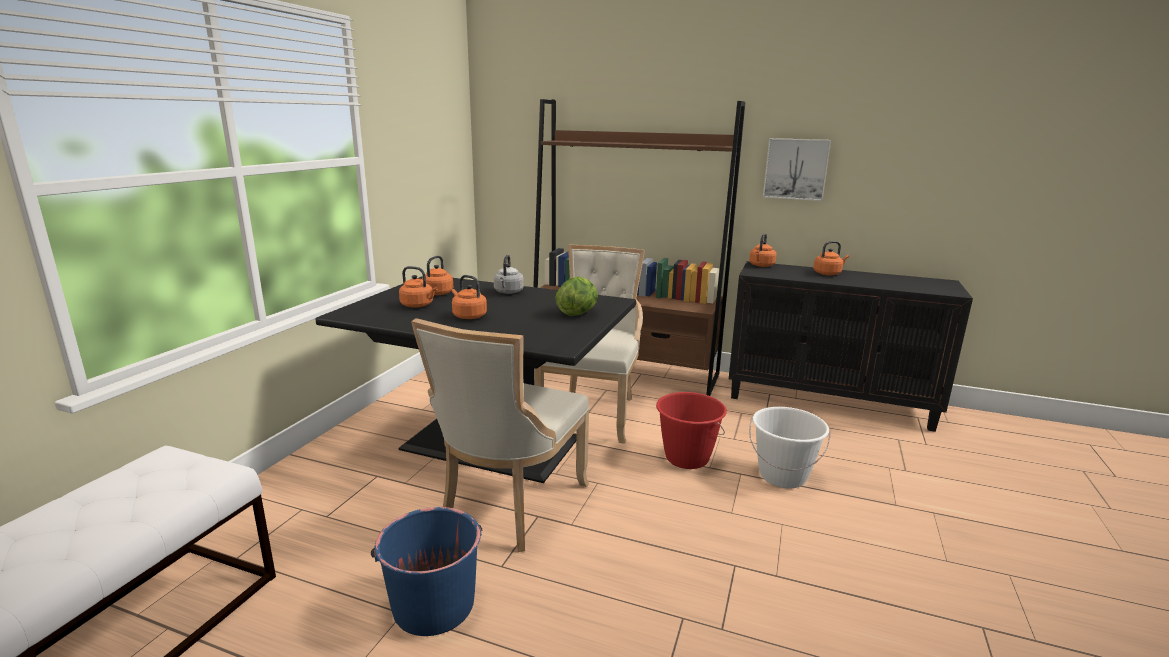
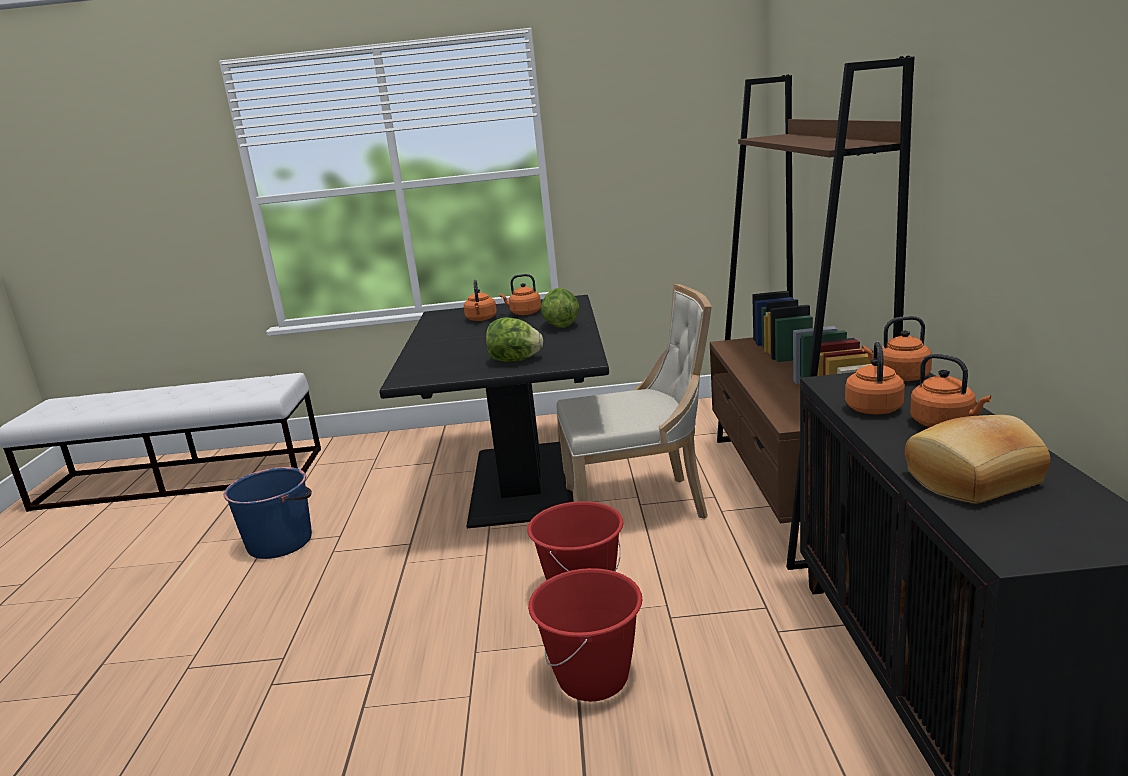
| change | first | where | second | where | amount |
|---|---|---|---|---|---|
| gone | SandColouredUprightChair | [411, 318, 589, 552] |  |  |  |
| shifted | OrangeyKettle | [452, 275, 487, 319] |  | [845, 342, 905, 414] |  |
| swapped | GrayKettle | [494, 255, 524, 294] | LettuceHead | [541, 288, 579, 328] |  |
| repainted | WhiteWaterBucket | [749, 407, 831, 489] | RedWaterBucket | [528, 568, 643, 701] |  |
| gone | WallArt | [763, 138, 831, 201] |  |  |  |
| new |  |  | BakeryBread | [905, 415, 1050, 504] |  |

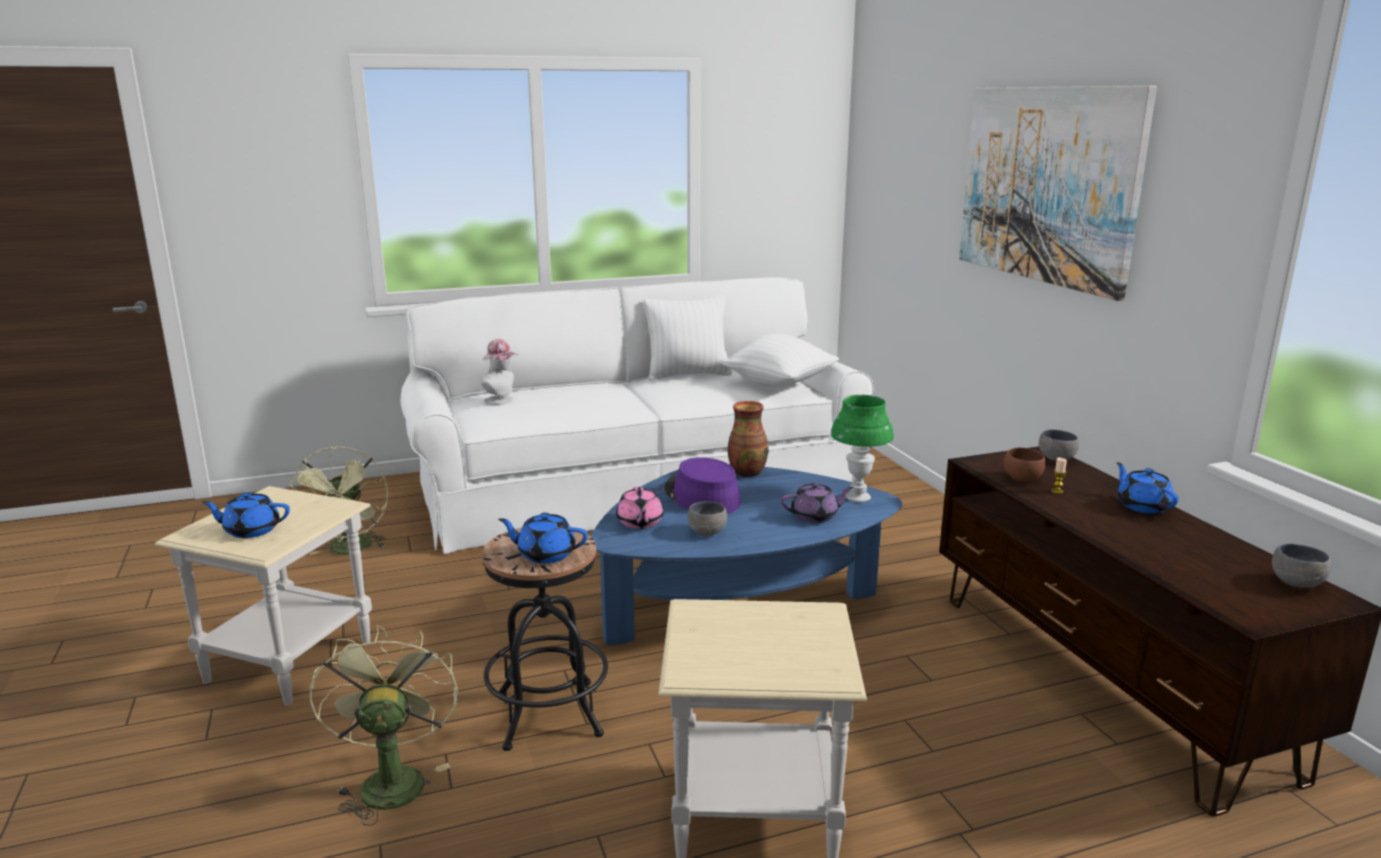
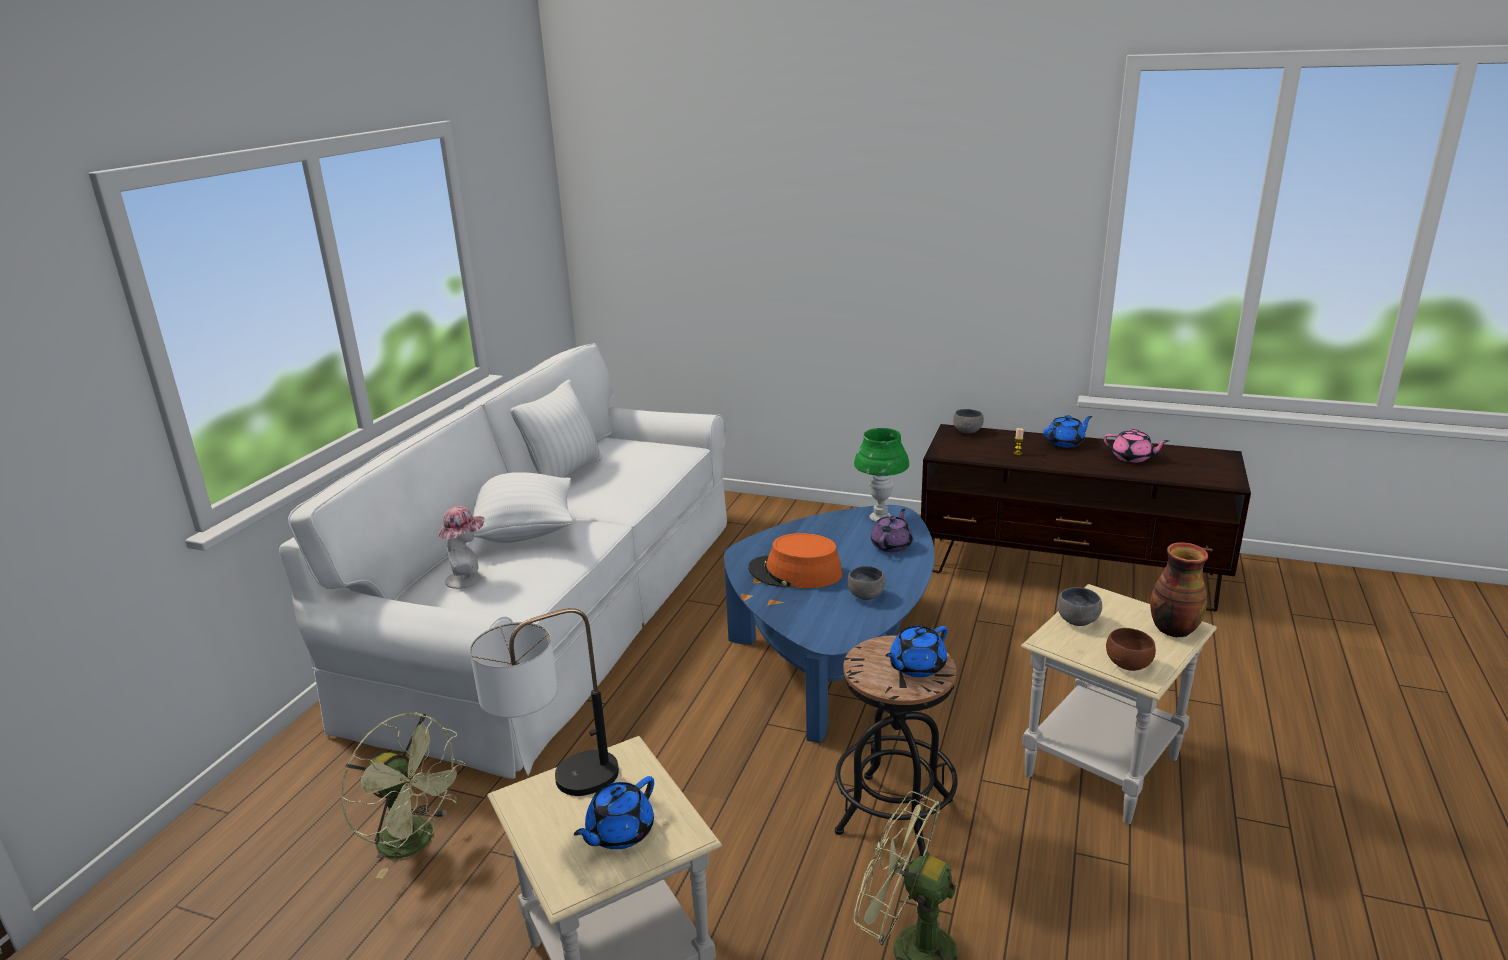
| change | first | where | second | where | amount |
|---|---|---|---|---|---|
| shifted | PinkishPotForTea | [616, 487, 663, 529] |  | [1103, 429, 1169, 463] |  |
| repainted | PurplishWearableHat | [664, 457, 741, 514] | OrangeyWearableHat | [748, 533, 842, 588] |  |
| shifted | WhitePillow | [721, 334, 839, 386] |  | [473, 472, 573, 543] |  |
| shifted | FlowerVase | [728, 401, 769, 477] |  | [1150, 542, 1208, 637] |  |
| gone | WallArt | [959, 86, 1157, 301] |  |  |  |
| shifted | BrownishBowl | [1004, 448, 1045, 482] |  | [1106, 628, 1156, 671] |  |
| rotated | BluePotForTea | [1116, 462, 1179, 514] |  | [1044, 415, 1093, 447] | 135 degrees clockwise |
| shifted | GrayBowl | [1272, 544, 1331, 588] |  | [1057, 587, 1102, 626] |  |
| new |  |  | TableLamp | [470, 608, 619, 796] |  |

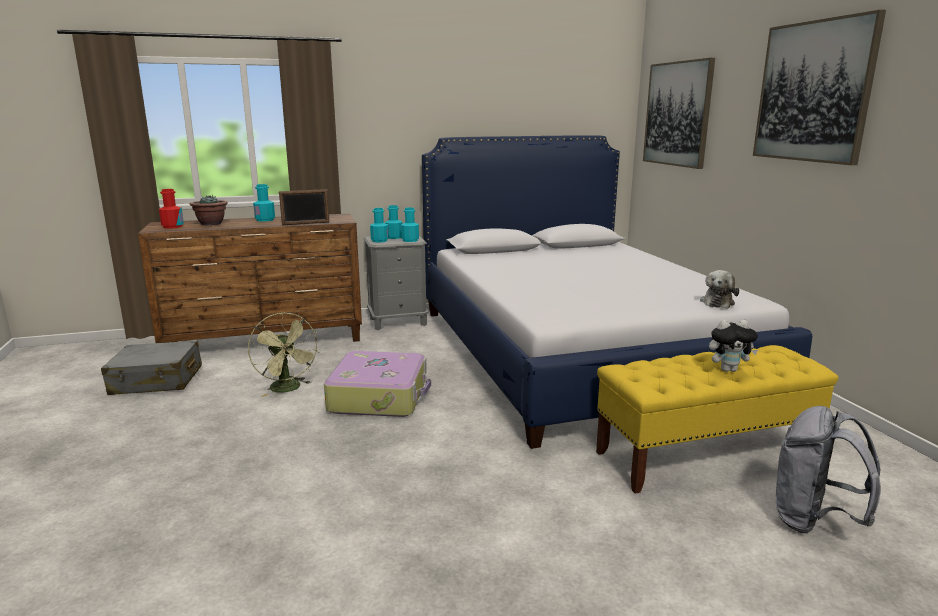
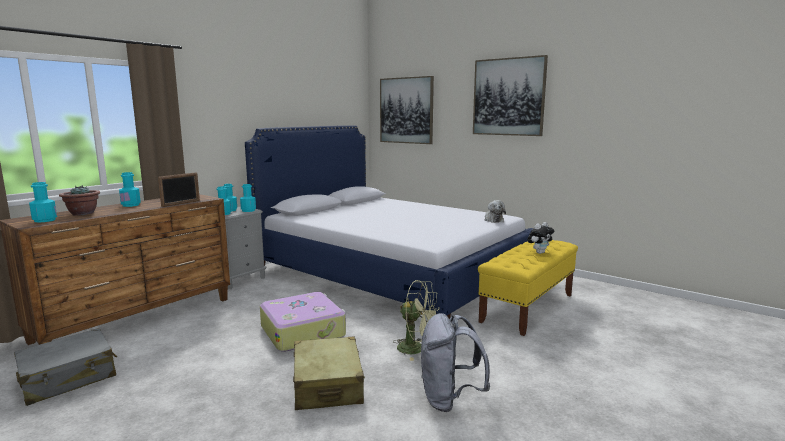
| change | first | where | second | where | amount |
|---|---|---|---|---|---|
| repainted | RedBeverageBottle | [159, 189, 184, 229] | TurquoiseColouredBeverageBottle | [29, 182, 57, 223] |  |
| shifted | GreenishFan | [248, 313, 320, 397] |  | [393, 280, 440, 361] |  |
| shifted | GrayRucksack | [776, 406, 881, 533] |  | [421, 313, 490, 412] |  |
| new |  |  | SandColouredPieceOfLuggage | [293, 336, 365, 410] |  |

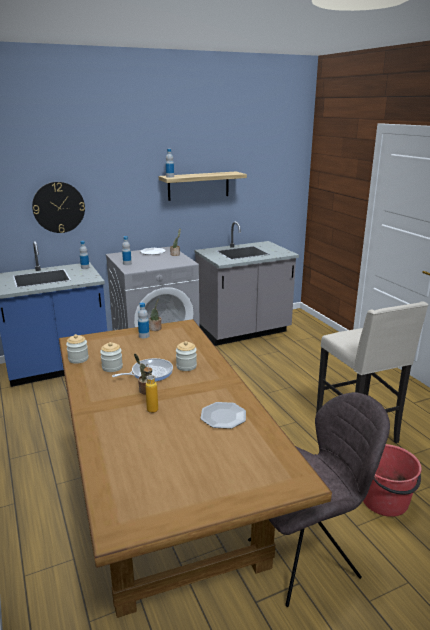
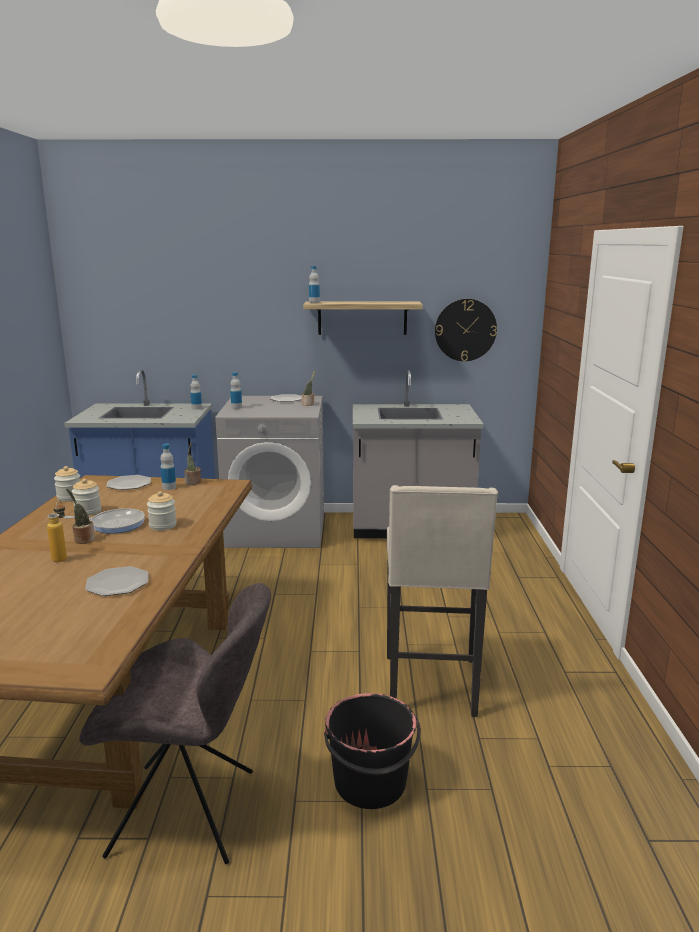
| change | first | where | second | where | amount |
|---|---|---|---|---|---|
| shifted | HangingClock | [32, 182, 85, 233] |  | [435, 299, 497, 361] |  |
| repainted | RedWaterBucket | [363, 444, 422, 517] | BlackishWaterBucket | [324, 693, 421, 809] |  |
| new |  |  | Plate | [106, 475, 151, 490] |  |

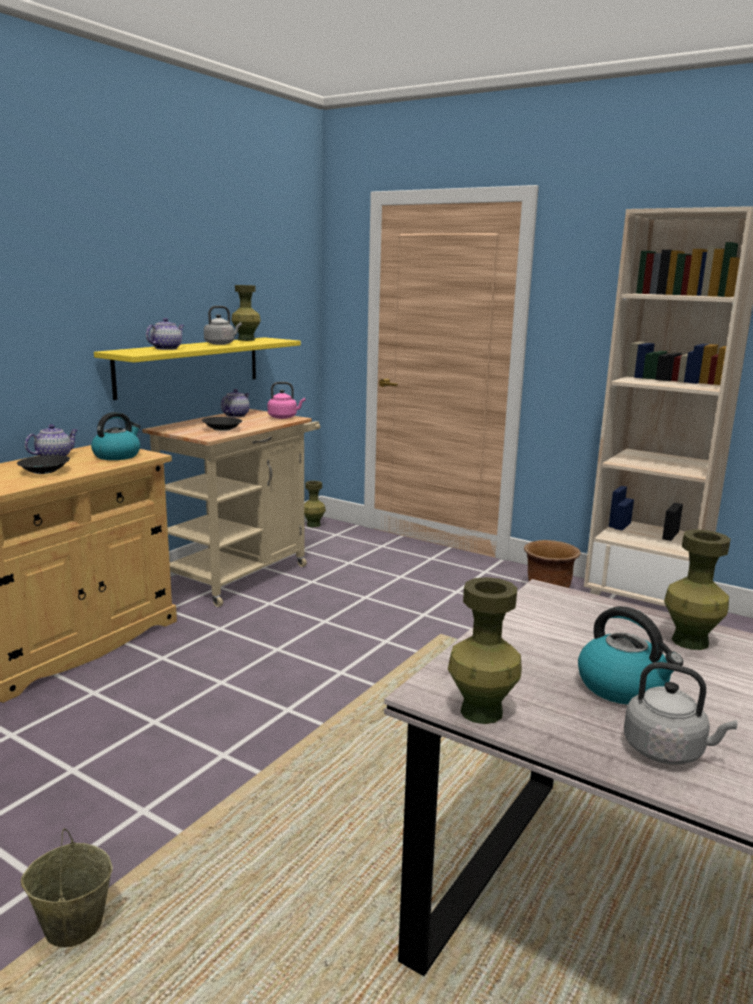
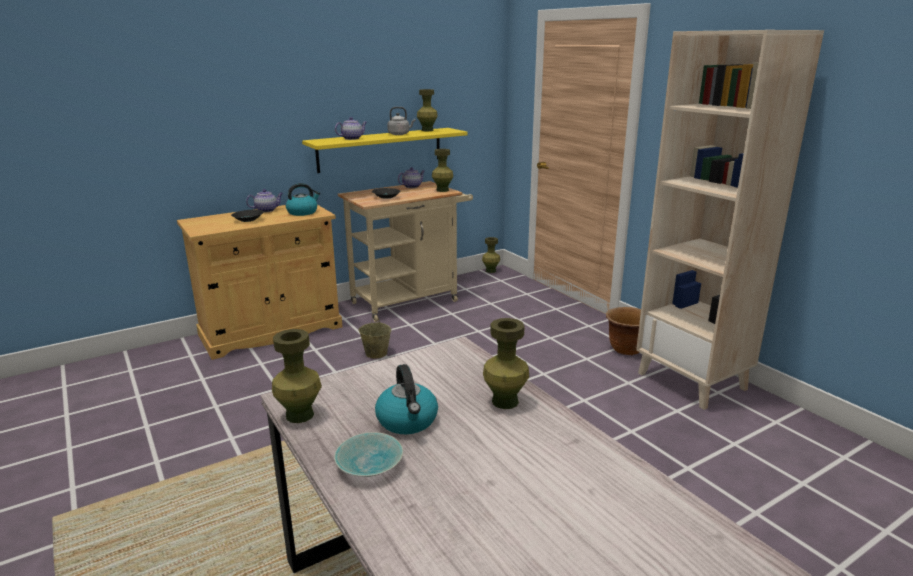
| change | first | where | second | where | amount |
|---|---|---|---|---|---|
| shifted | SandColouredWaterBucket | [21, 828, 113, 947] |  | [359, 312, 391, 359] |  |
| swapped | PinkishKettle | [268, 382, 305, 419] | GreenishFlowerVase | [432, 149, 453, 192] |  |
| swapped | GrayKettle | [624, 662, 737, 764] | TurquoiseColouredBowl | [334, 432, 403, 477] |  |

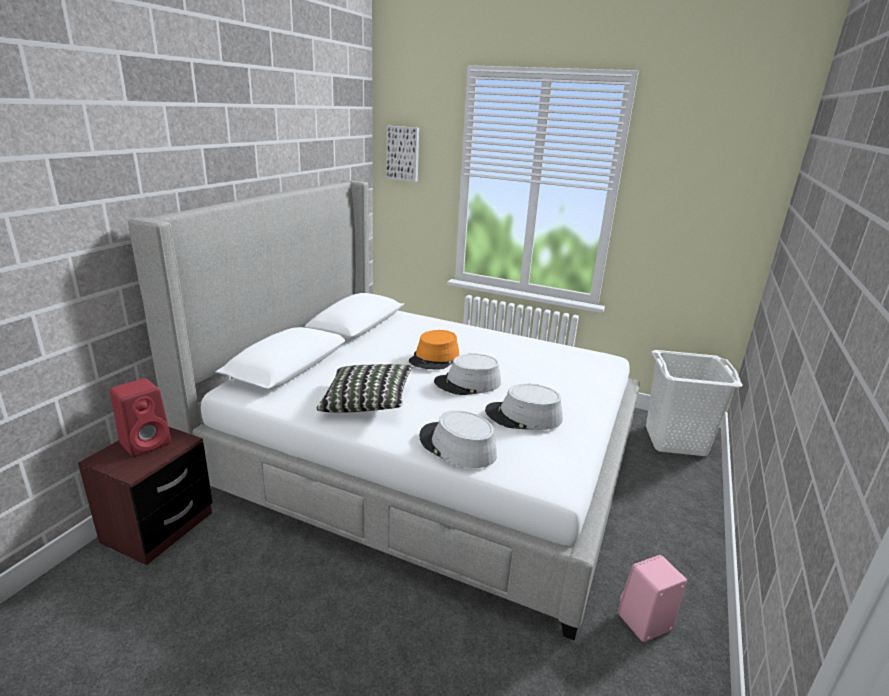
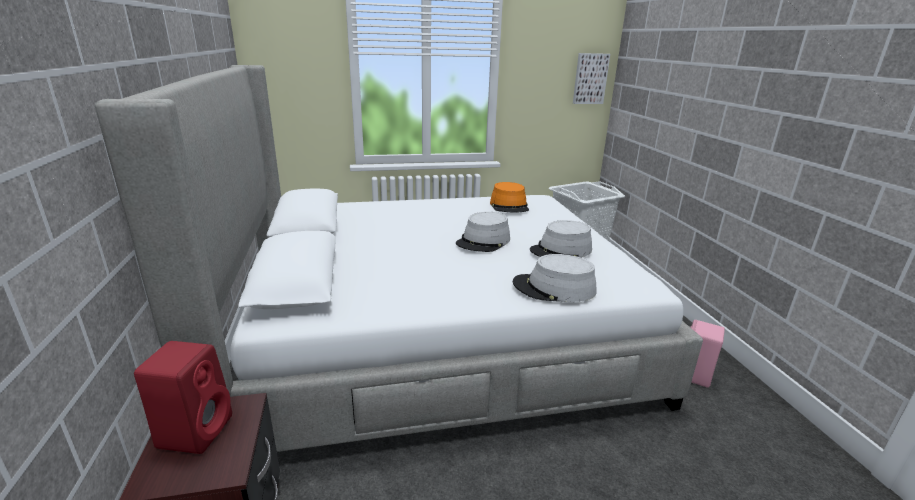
| change | first | where | second | where | amount |
|---|---|---|---|---|---|
| gone | Pillow | [317, 364, 413, 413] |  |  |  |
| shifted | WallArt | [386, 126, 419, 182] |  | [573, 53, 610, 104] |  |
| shifted | OrangeyWearableHat | [409, 330, 459, 369] |  | [490, 182, 529, 212] |  |

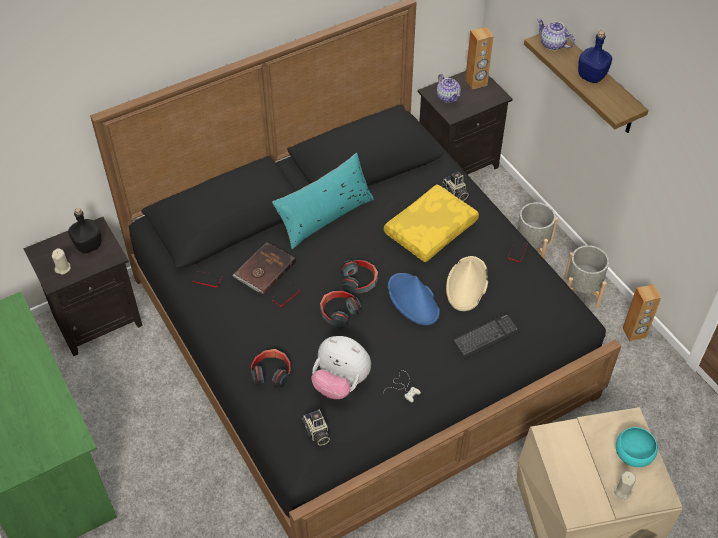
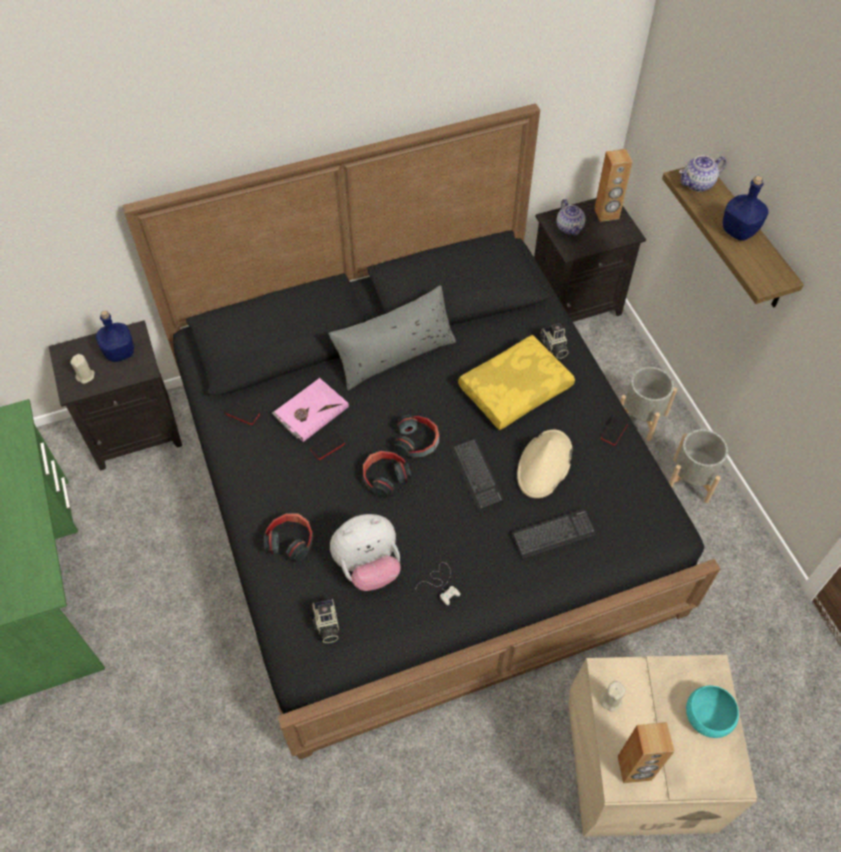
| change | first | where | second | where | amount |
|---|---|---|---|---|---|
| repainted | BlackishBeverageBottle | [68, 208, 101, 253] | BlueBeverageBottle | [96, 311, 134, 362] |  |
| repainted | BrownishVolume | [232, 242, 296, 295] | PinkishVolume | [272, 378, 349, 442] |  |
| repainted | TurquoiseColouredPillow | [272, 153, 374, 249] | GrayPillow | [329, 285, 456, 390] |  |
| rotated | PlushToy | [311, 336, 371, 399] |  | [330, 514, 401, 591] | 60 degrees counterclockwise |
| swapped | BlueWearableHat | [388, 273, 440, 325] | PcKeyboard | [450, 438, 504, 511] |  |
| rotated | PotForTea | [537, 19, 575, 50] |  | [679, 155, 726, 192] | 75 degrees counterclockwise |
| shifted | SandColouredWaxLight | [614, 471, 636, 499] |  | [600, 681, 625, 712] |  |
| shifted | BrownishAudioSpeaker | [623, 284, 662, 341] |  | [618, 722, 675, 783] |  |

